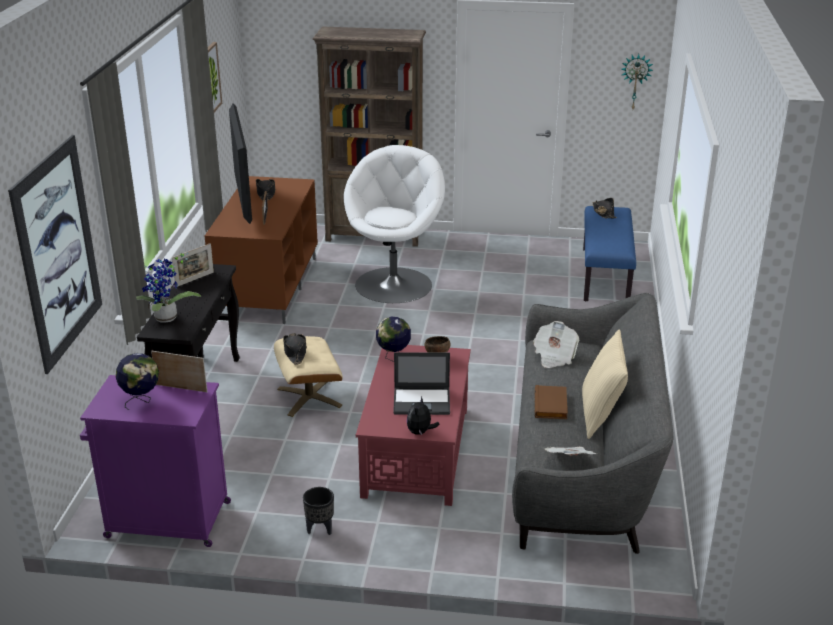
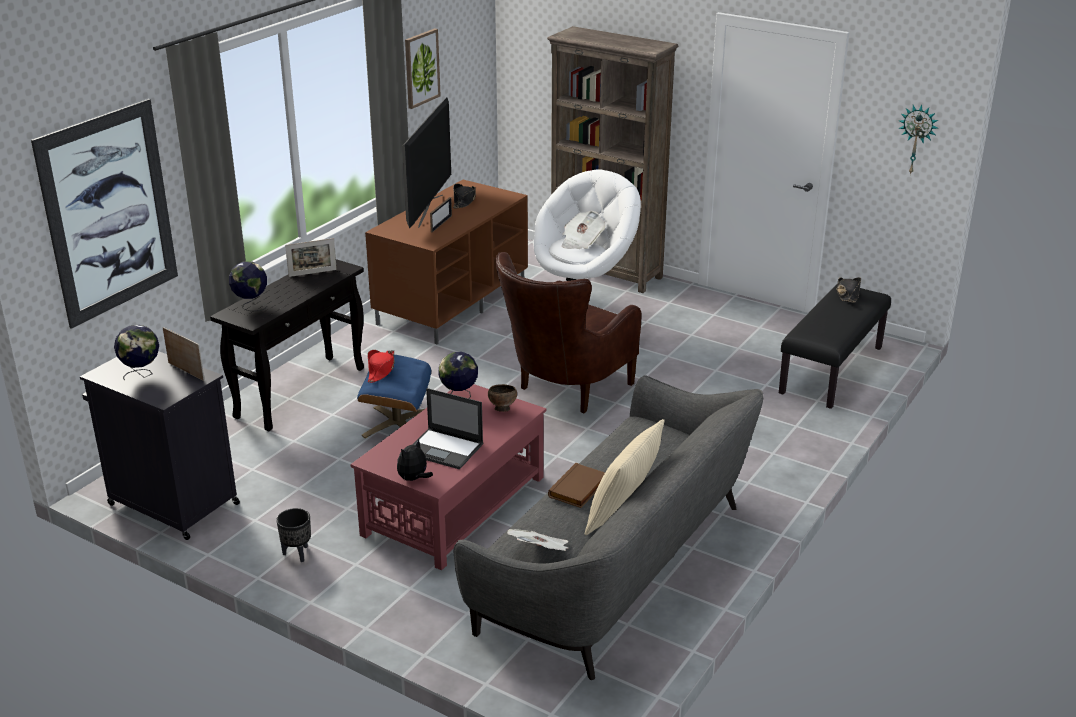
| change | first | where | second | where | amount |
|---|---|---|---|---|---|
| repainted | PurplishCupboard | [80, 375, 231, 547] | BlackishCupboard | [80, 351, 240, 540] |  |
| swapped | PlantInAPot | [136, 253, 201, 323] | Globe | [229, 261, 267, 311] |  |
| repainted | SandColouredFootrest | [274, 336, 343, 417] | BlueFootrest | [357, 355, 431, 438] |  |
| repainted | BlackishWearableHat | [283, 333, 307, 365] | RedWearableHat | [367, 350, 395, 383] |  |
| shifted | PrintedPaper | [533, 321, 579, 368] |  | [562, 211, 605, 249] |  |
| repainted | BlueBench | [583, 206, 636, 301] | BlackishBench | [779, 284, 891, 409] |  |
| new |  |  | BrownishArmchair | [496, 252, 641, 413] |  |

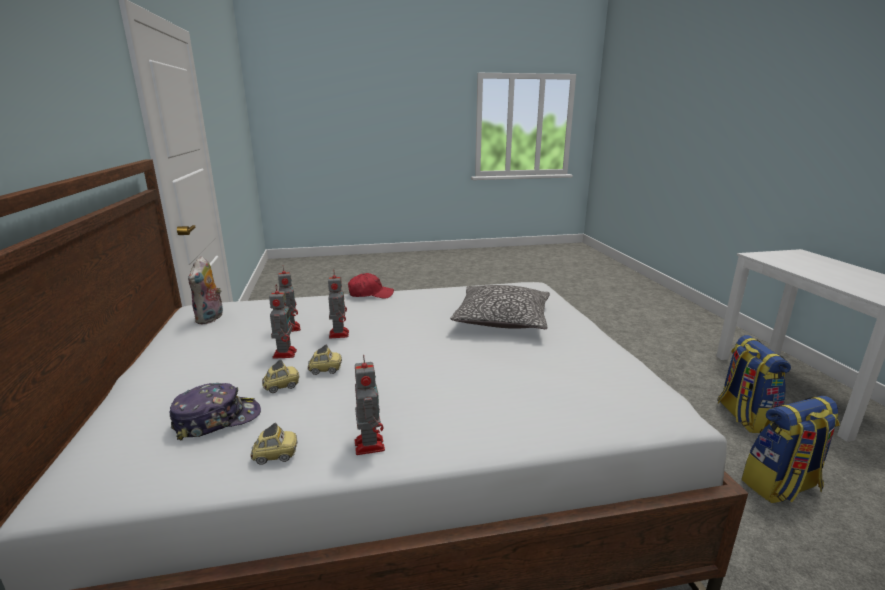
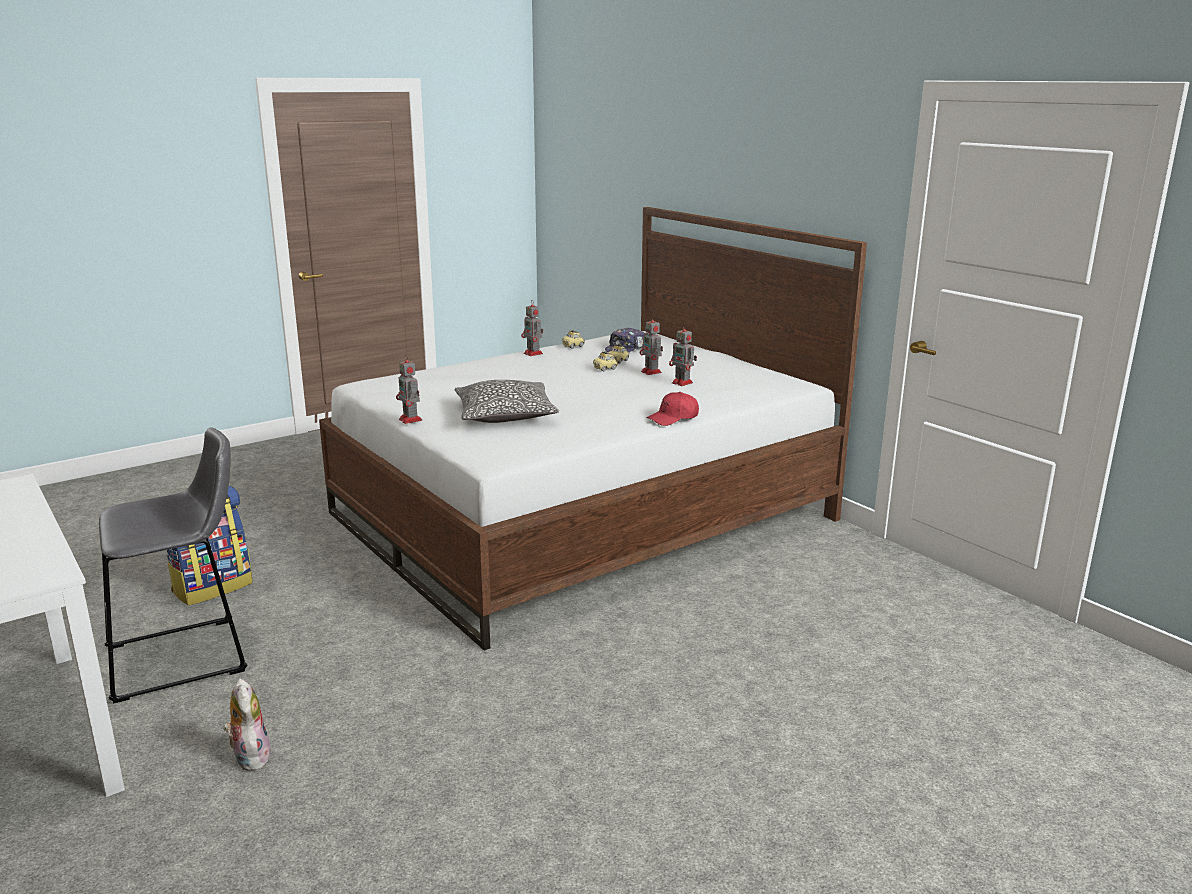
| change | first | where | second | where | amount |
|---|---|---|---|---|---|
| shifted | PlushToy | [188, 256, 223, 324] |  | [223, 678, 272, 771] |  |
| shifted | ToyRobot | [328, 275, 349, 338] |  | [396, 354, 422, 424] |  |
| swapped | Rucksack | [717, 335, 791, 433] | GrayStoolSeat | [99, 428, 247, 703] |  |

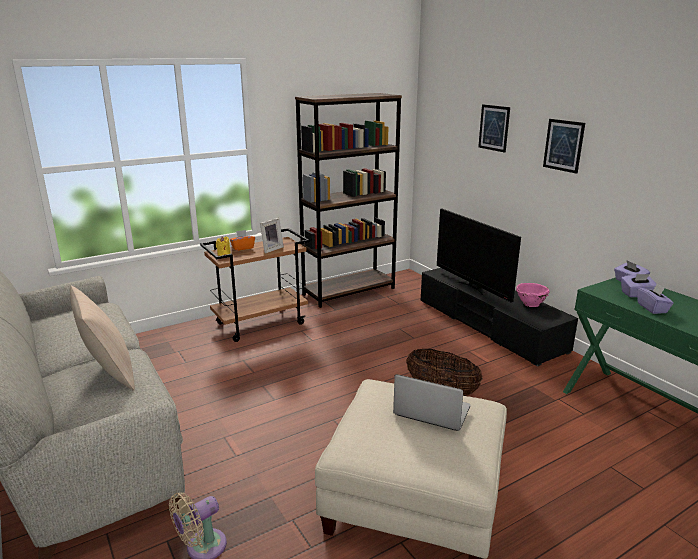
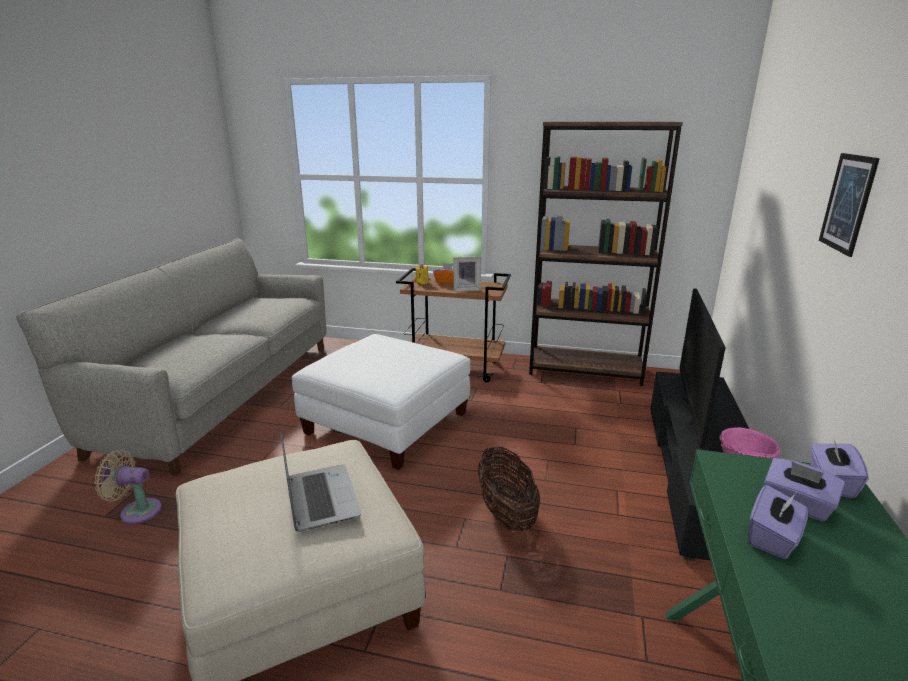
| change | first | where | second | where | amount |
|---|---|---|---|---|---|
| gone | SandColouredPillow | [70, 286, 135, 391] |  |  |  |
| gone | WallArt | [478, 104, 510, 153] |  |  |  |
| new |  |  | WhiteFootrest | [292, 334, 471, 470] |  |

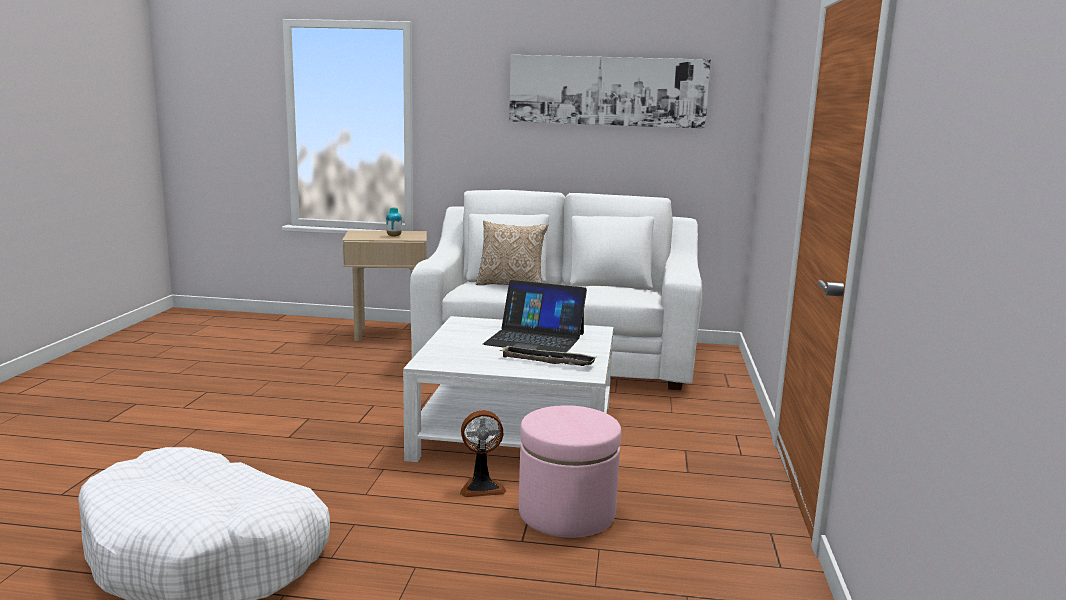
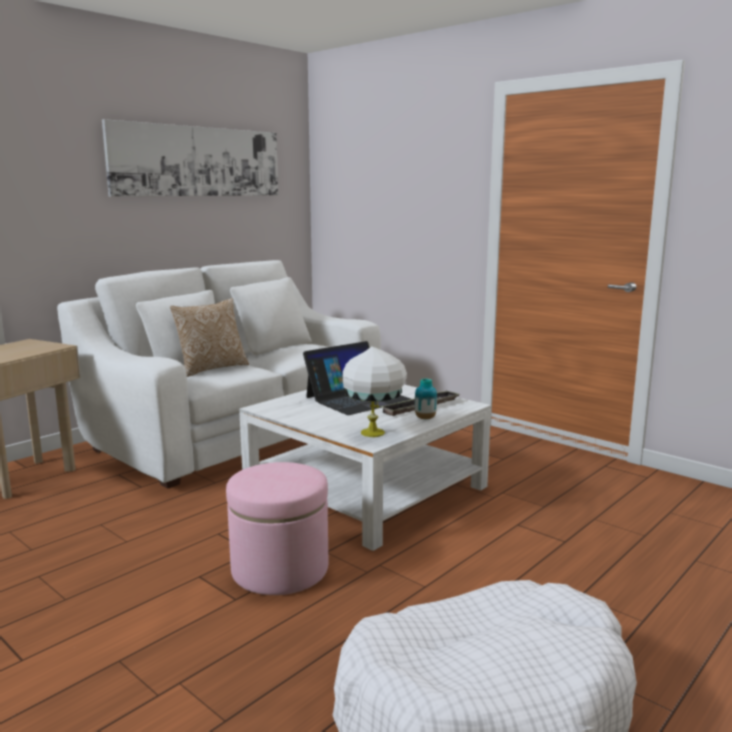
| change | first | where | second | where | amount |
|---|---|---|---|---|---|
| shifted | FlowerVase | [386, 208, 402, 237] |  | [415, 379, 437, 419] |  |
| gone | Fan | [460, 410, 506, 497] |  |  |  |
| shifted | PinkishFootrest | [519, 405, 621, 538] |  | [226, 462, 328, 595] |  |
| new |  |  | WhiteTableLamp | [343, 346, 407, 437] |  |

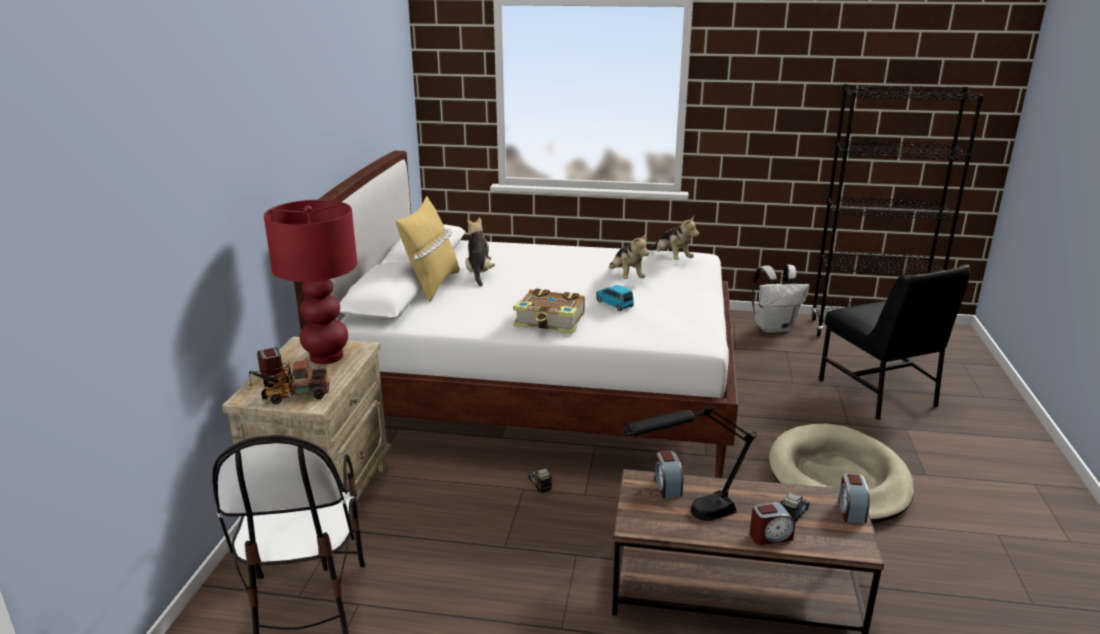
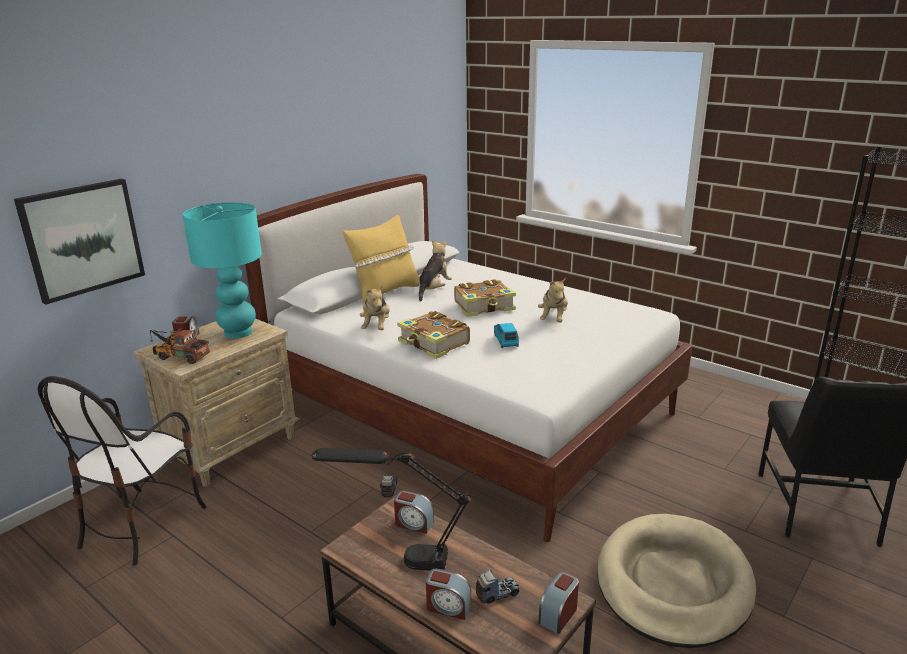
| change | first | where | second | where | amount |
|---|---|---|---|---|---|
| repainted | RedTableLamp | [264, 200, 357, 364] | TurquoiseColouredTableLamp | [182, 202, 262, 339] |  |
| shifted | PlushToy | [650, 215, 699, 260] |  | [360, 284, 390, 330] |  |
| rotated | BedsideClock | [655, 451, 683, 498] |  | [394, 490, 434, 534] | 90 degrees counterclockwise |
| gone | WhiteRucksack | [752, 265, 810, 333] |  |  |  |
| new |  |  | WallArt | [14, 179, 145, 305] |  |
| new |  |  | Volume | [454, 279, 516, 317] |  |

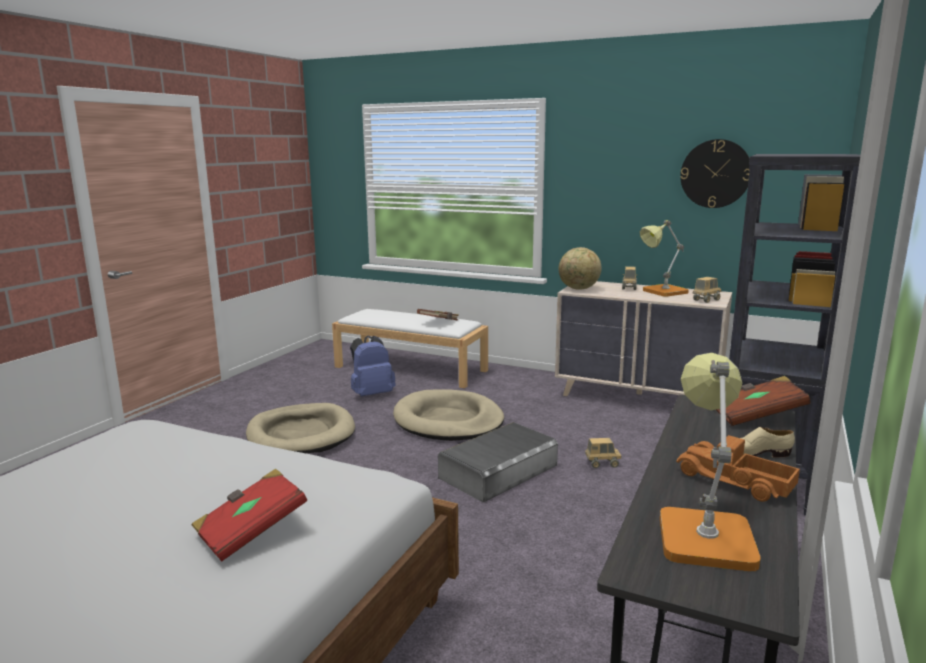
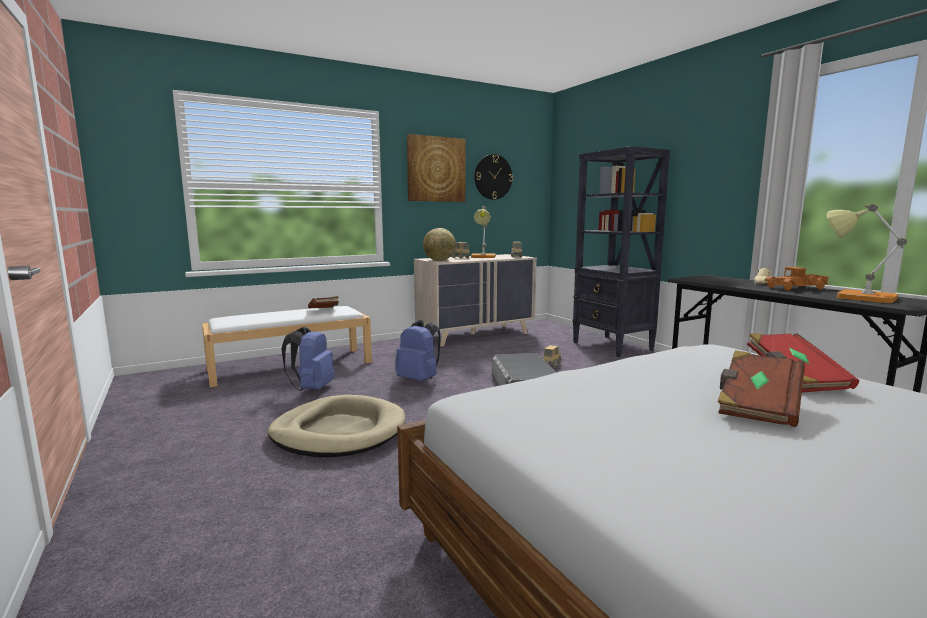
| change | first | where | second | where | amount |
|---|---|---|---|---|---|
| swapped | SandColouredDogCushion | [393, 390, 504, 441] | BlueRucksack | [395, 320, 441, 381] |  |
| shifted | BrownishVolume | [716, 376, 811, 426] |  | [717, 350, 805, 427] |  |
| new |  |  | WallArt | [407, 134, 466, 202] |  |

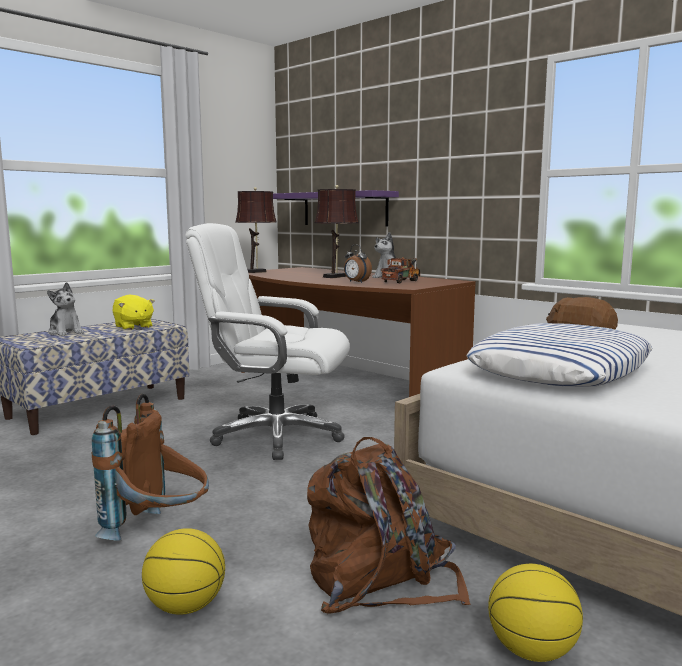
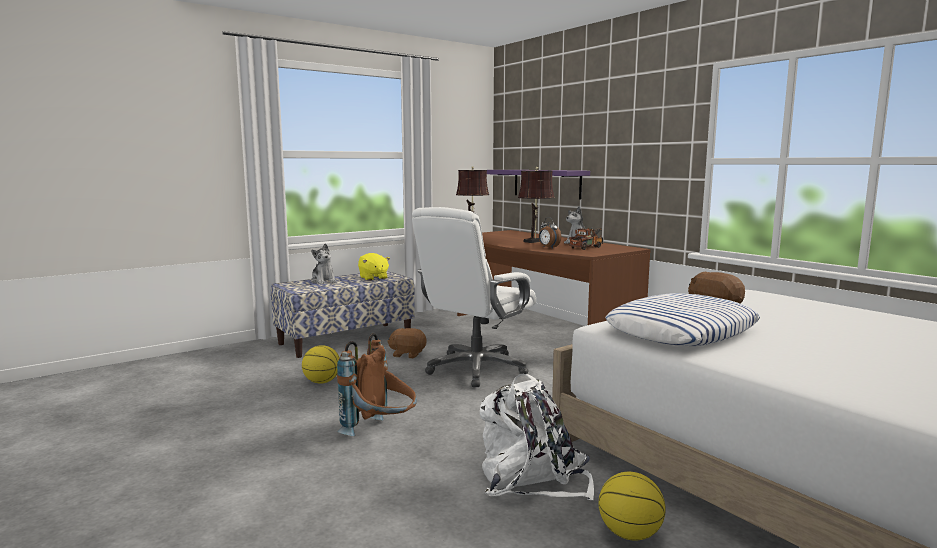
| change | first | where | second | where | amount |
|---|---|---|---|---|---|
| shifted | Basketball | [142, 528, 225, 615] |  | [302, 345, 340, 384] |  |
| rotated | WhiteComputerChair | [185, 223, 350, 460] |  | [412, 207, 536, 387] | 75 degrees counterclockwise |
| repainted | BrownishRucksack | [307, 437, 471, 614] | WhiteRucksack | [480, 374, 594, 500] |  |
| new |  |  | BrownishPlushToy | [387, 328, 426, 359] |  |

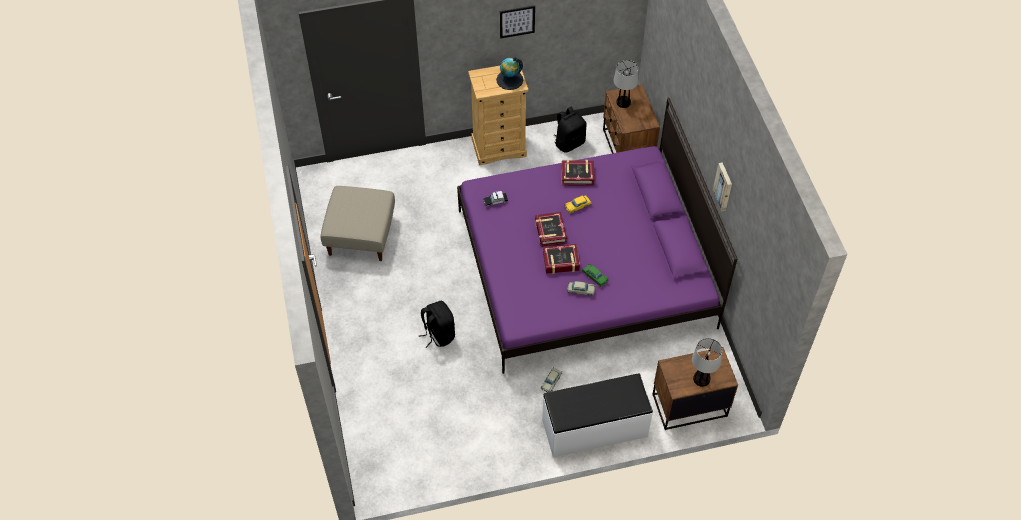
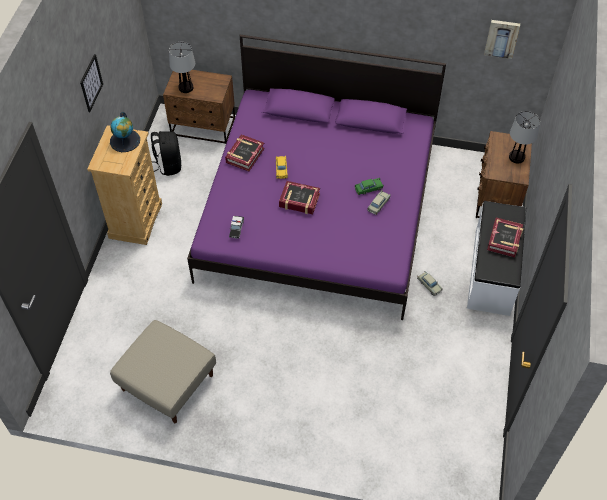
| change | first | where | second | where | amount |
|---|---|---|---|---|---|
| gone | BlackishRucksack | [419, 301, 455, 348] |  |  |  |
| shifted | Volume | [543, 244, 580, 274] |  | [487, 218, 523, 257] |  |
| shifted | WallArt | [713, 162, 732, 211] |  | [484, 20, 520, 59] |  |

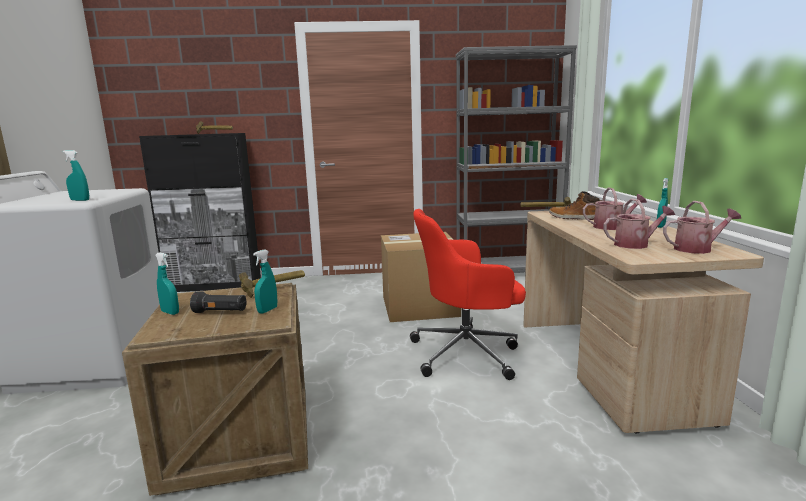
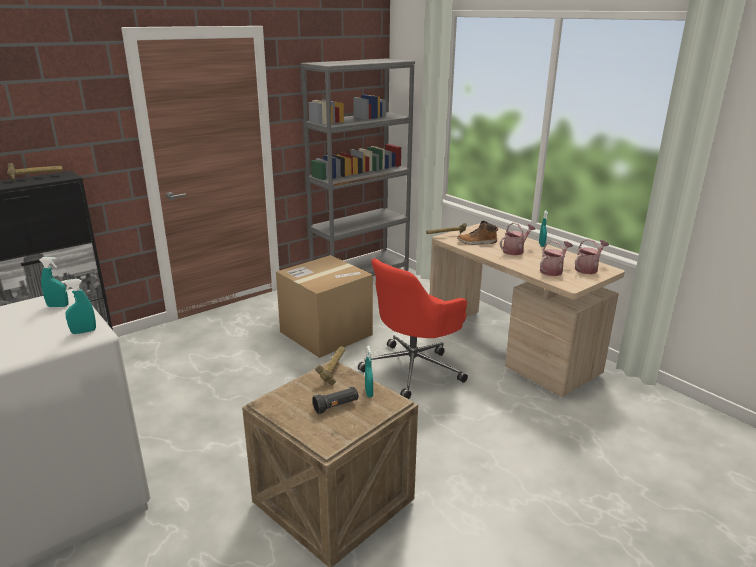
| change | first | where | second | where | amount |
|---|---|---|---|---|---|
| shifted | TurquoiseColouredSprayBottle | [155, 252, 179, 315] |  | [39, 257, 69, 307] |  |

